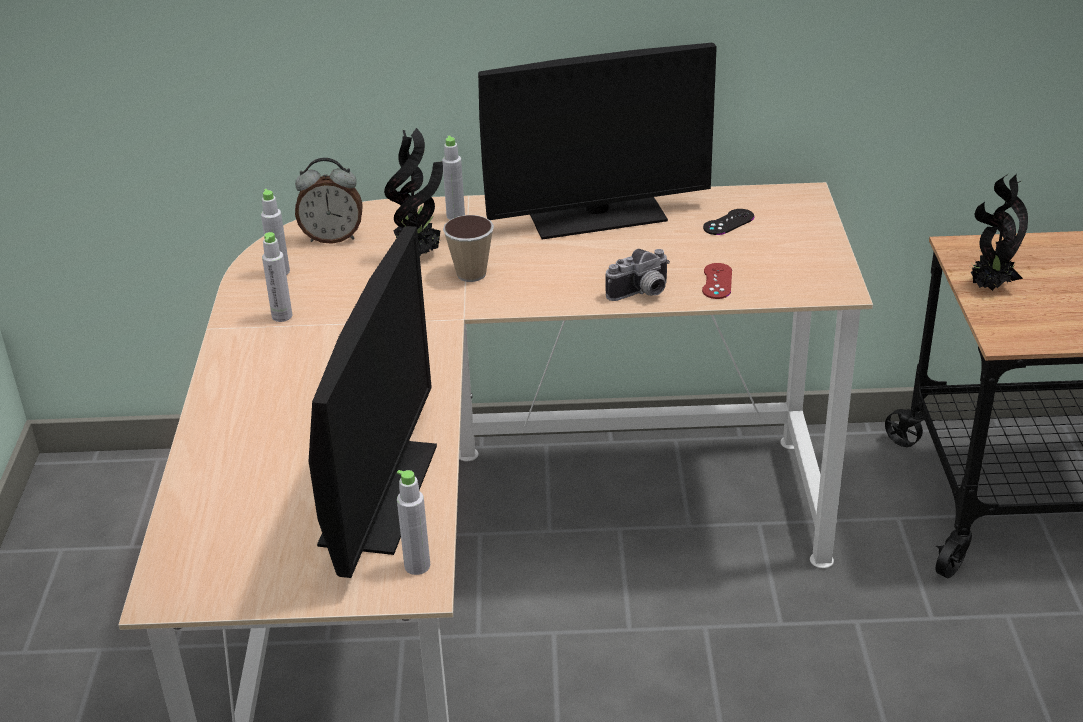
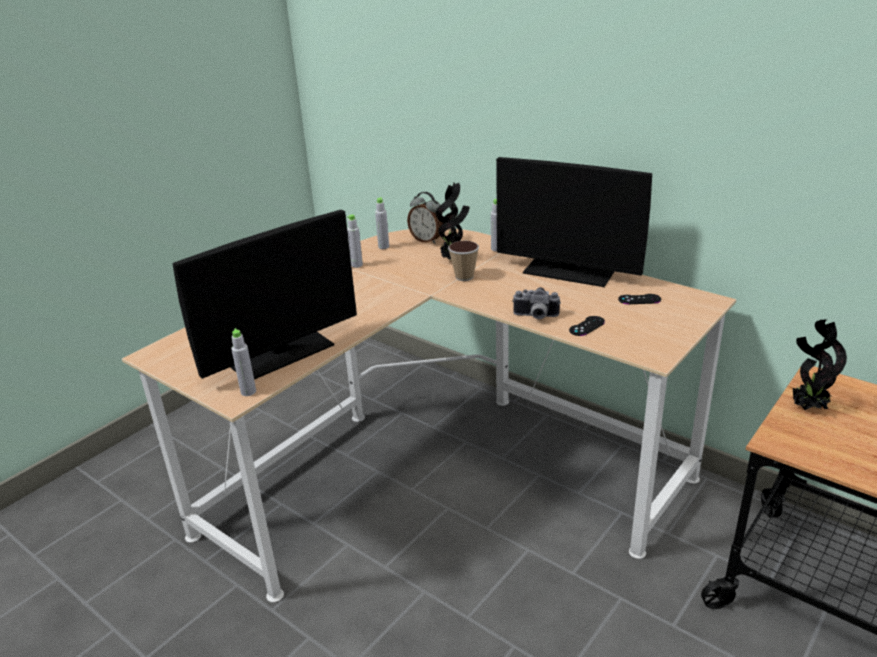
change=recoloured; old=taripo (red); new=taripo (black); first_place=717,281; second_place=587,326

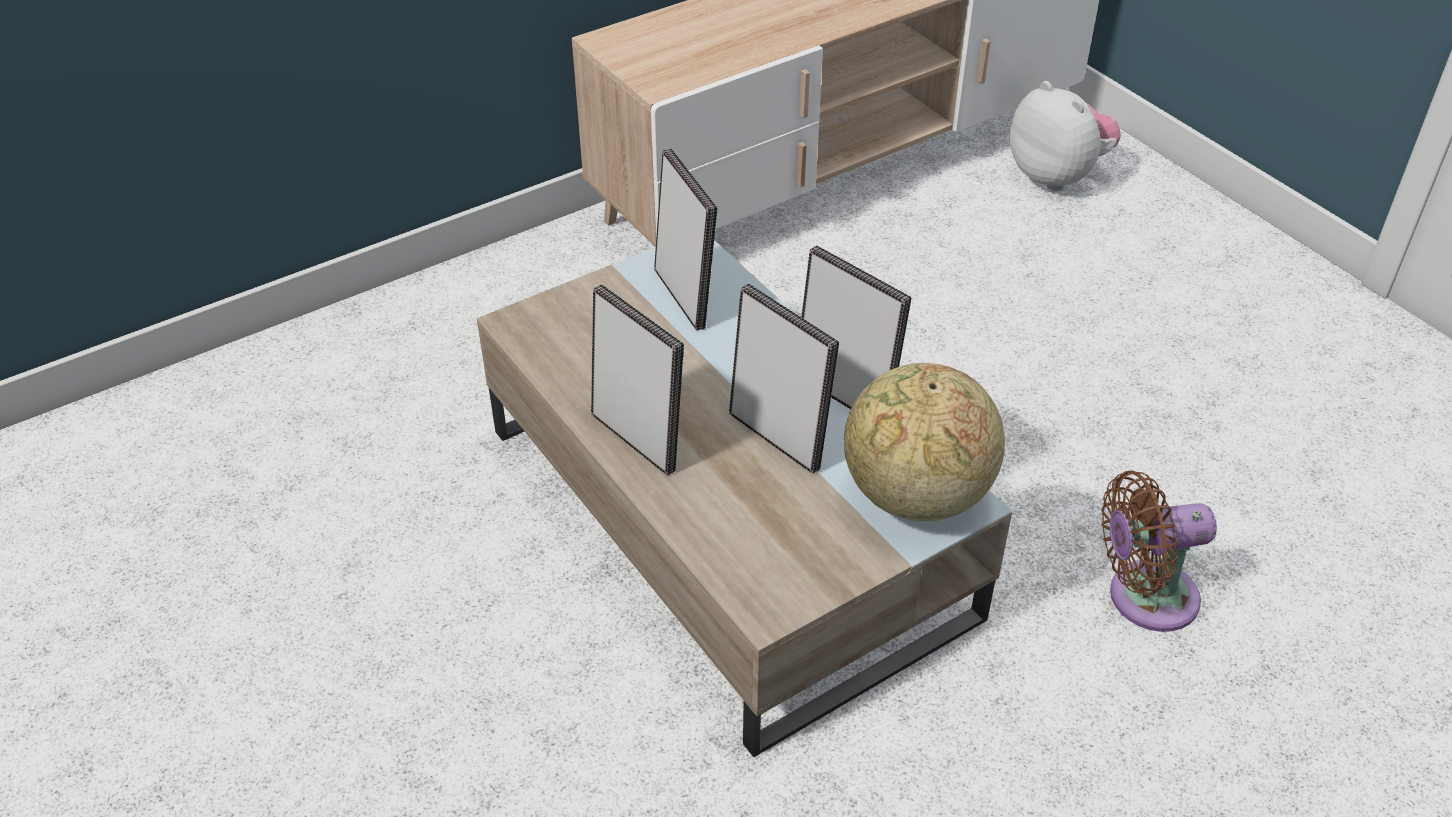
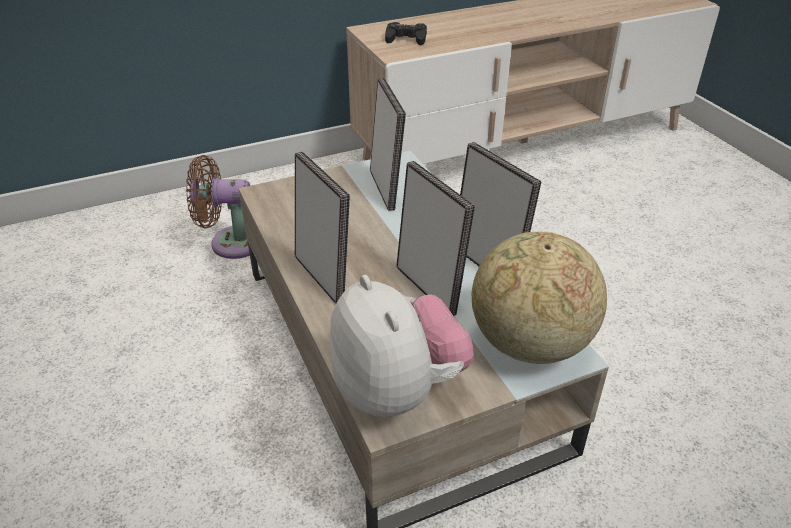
change=moved; old=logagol; first_place=1065,136; second_place=402,346
change=moved; old=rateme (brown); first_place=1159,551; second_place=218,207
change=added; new=taripo (black); second_place=406,33

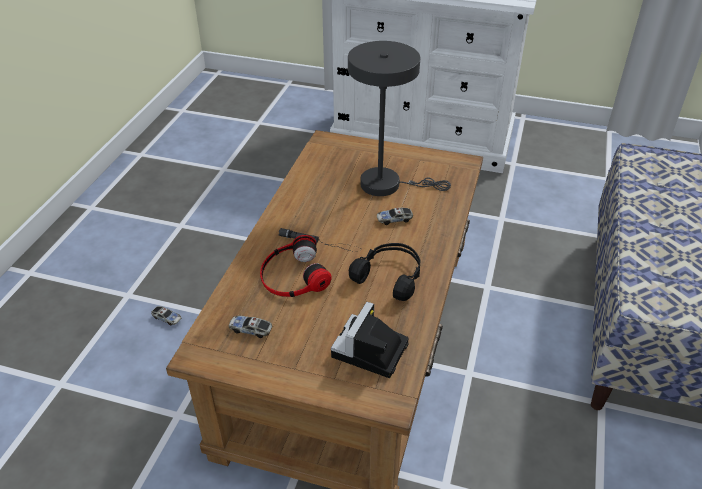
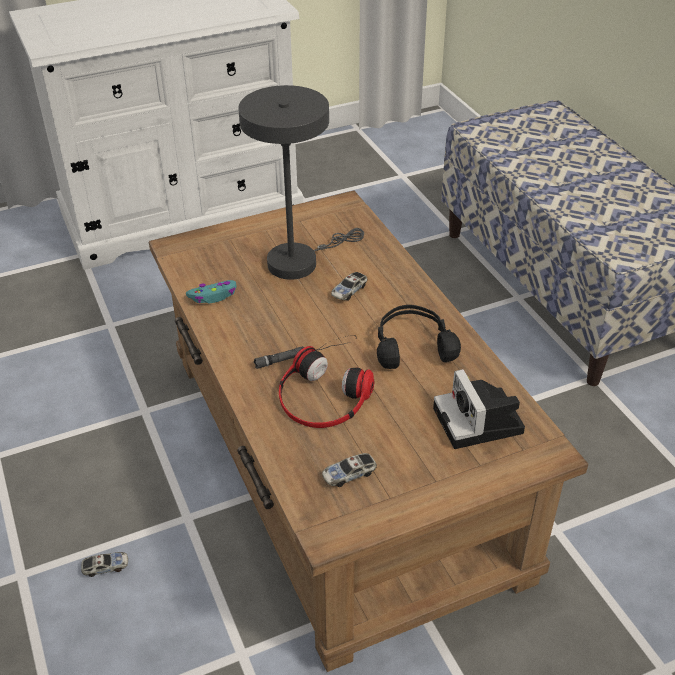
change=added; new=taripo (turquoise); second_place=211,291

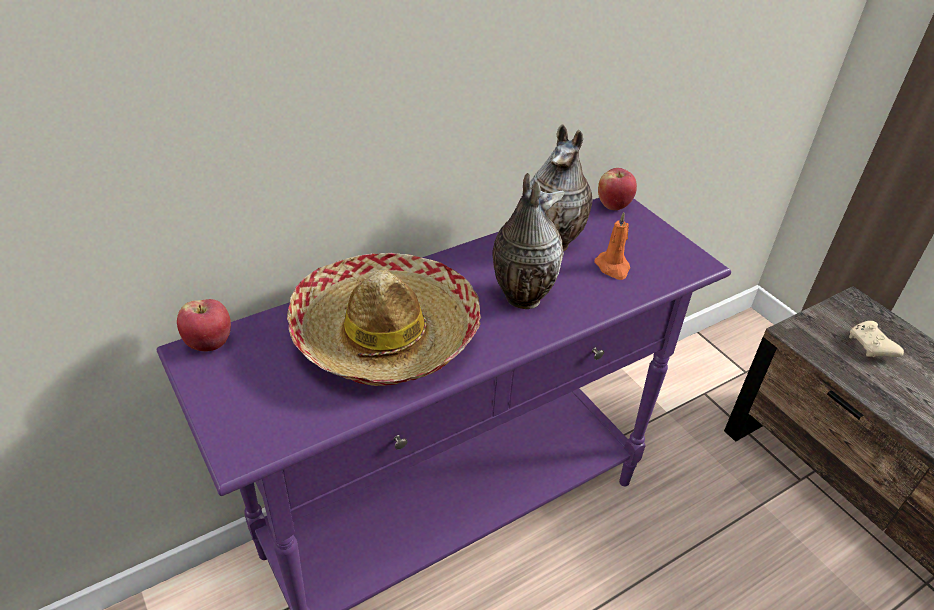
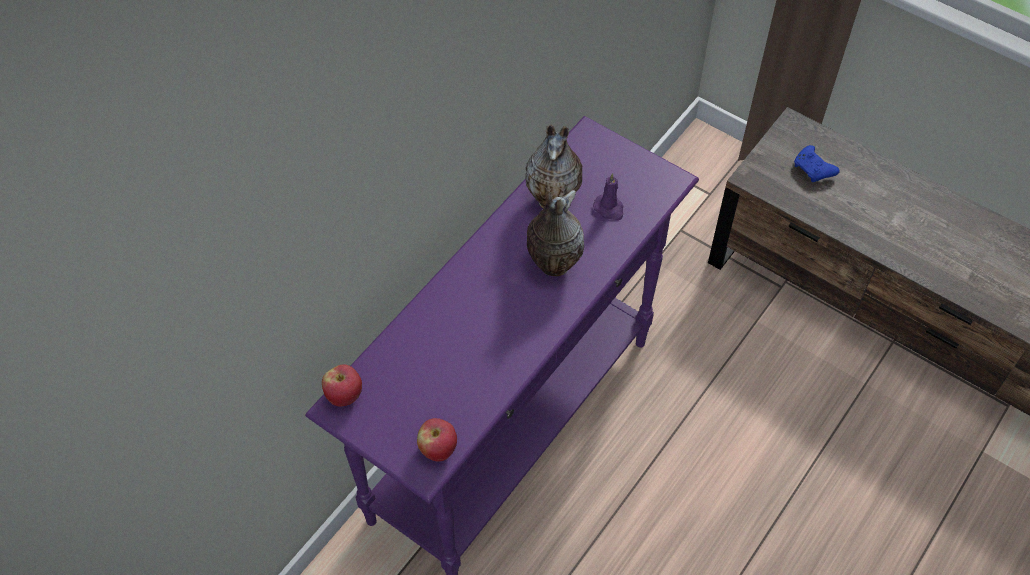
change=removed; old=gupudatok; first_place=384,319
change=recoloured; old=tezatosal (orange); new=tezatosal (purple); first_place=612,246; second_place=608,196
change=moved; old=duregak; first_place=617,189; second_place=437,439
change=recoloured; old=taripo (beige); new=taripo (blue); first_place=876,339; second_place=817,163

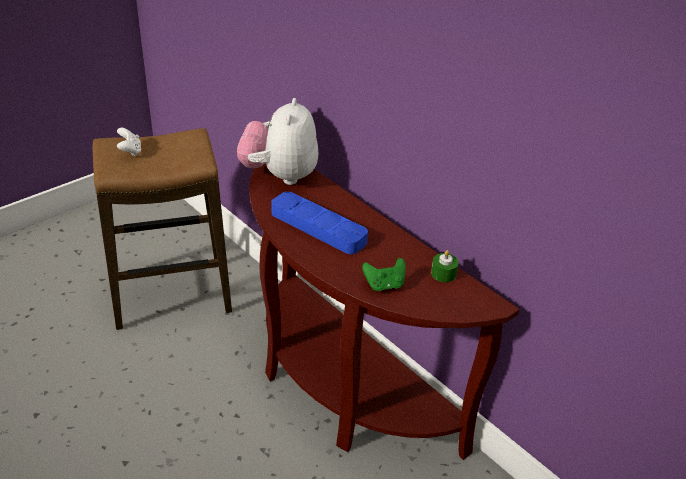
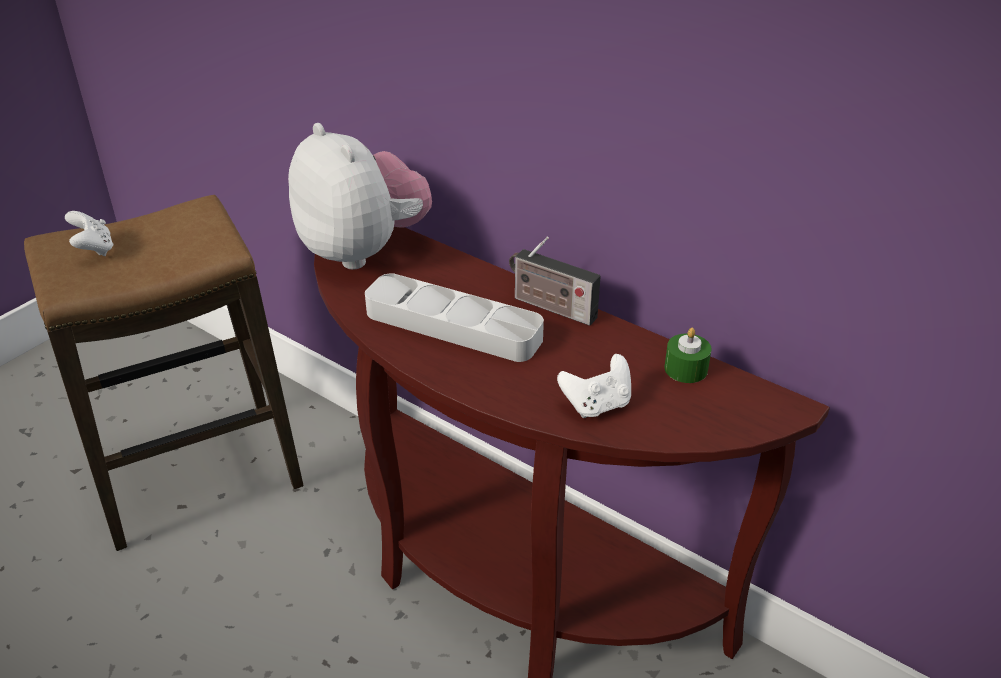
change=turned; old=logagol; first_place=277,141; second_place=360,196; degrees=150
change=recoloured; old=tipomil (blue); new=tipomil (grey); first_place=319,223; second_place=454,317
change=recoloured; old=taripo (green); new=taripo (white); first_place=384,274; second_place=594,386
change=added; new=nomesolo; second_place=555,281

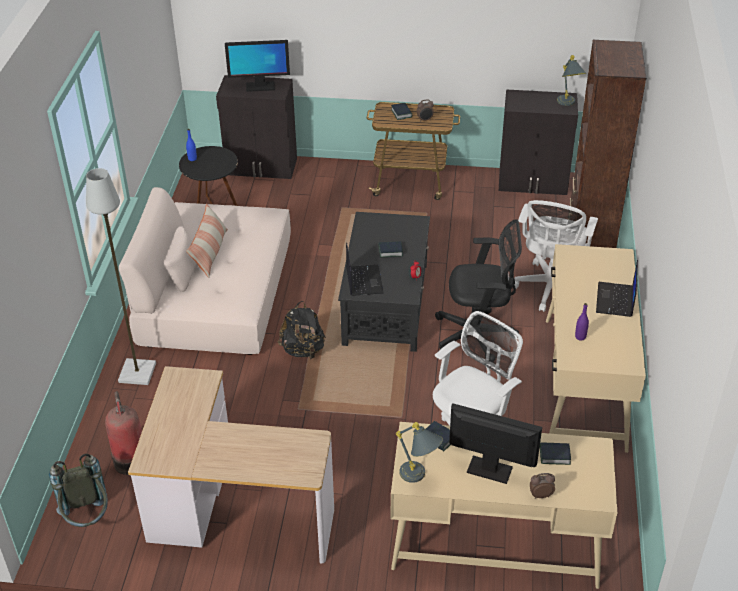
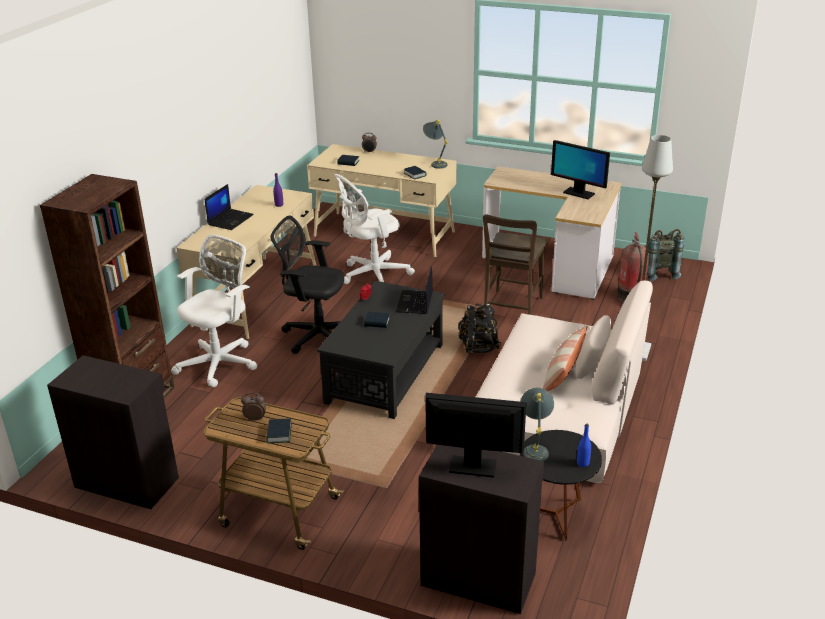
change=moved; old=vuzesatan; first_place=495,443; second_place=580,169
change=moved; old=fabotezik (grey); first_place=571,80; second_place=537,424
change=added; new=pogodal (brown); second_place=515,264

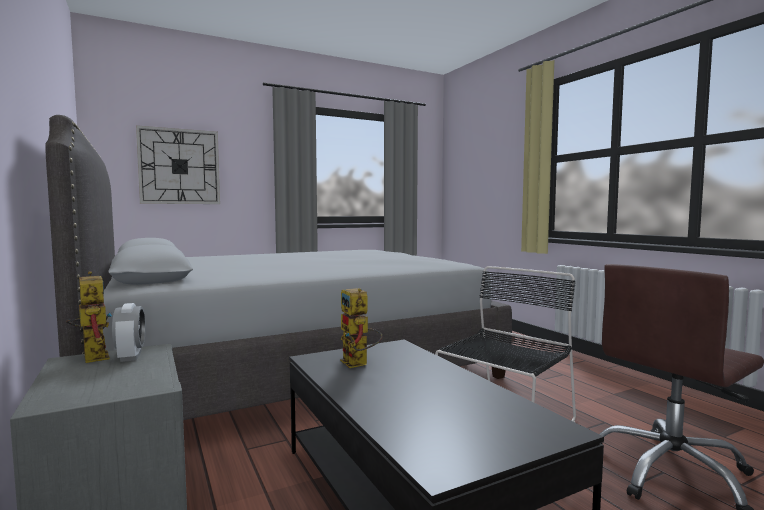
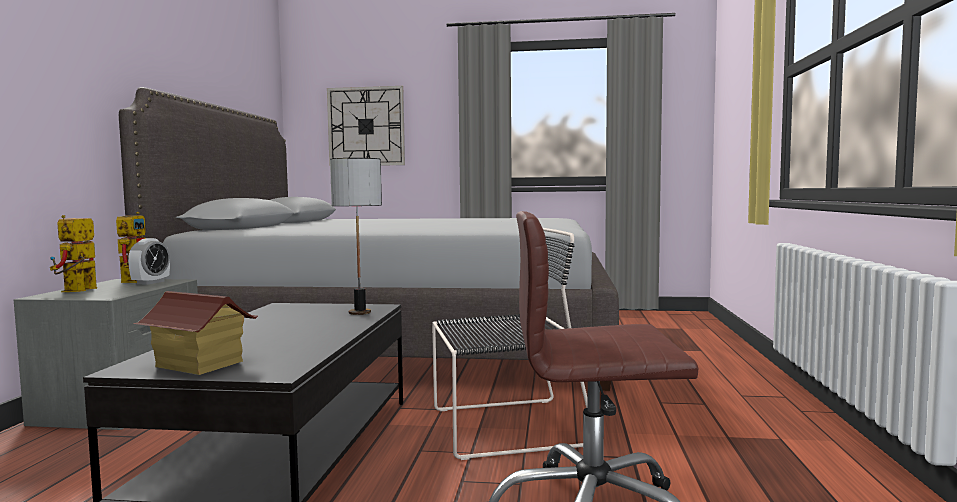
change=moved; old=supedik; first_place=361,328; second_place=73,253
change=added; new=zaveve; second_place=195,333
change=added; new=fabotezik; second_place=356,236

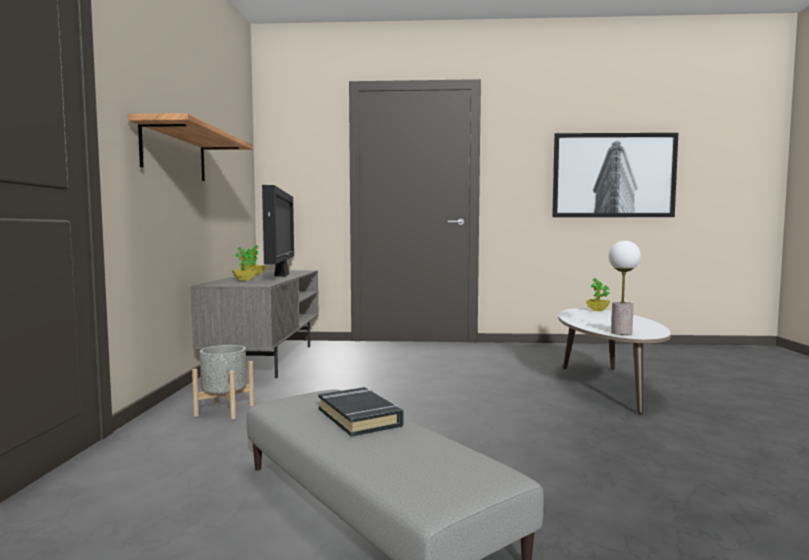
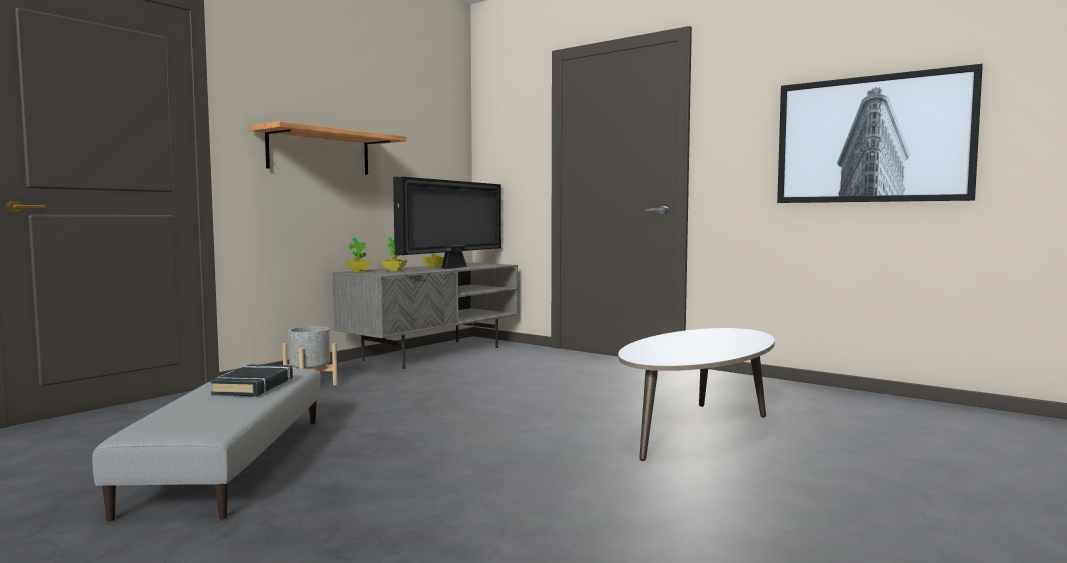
change=moved; old=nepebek; first_place=598,295; second_place=358,255
change=removed; old=fabotezik; first_place=624,288

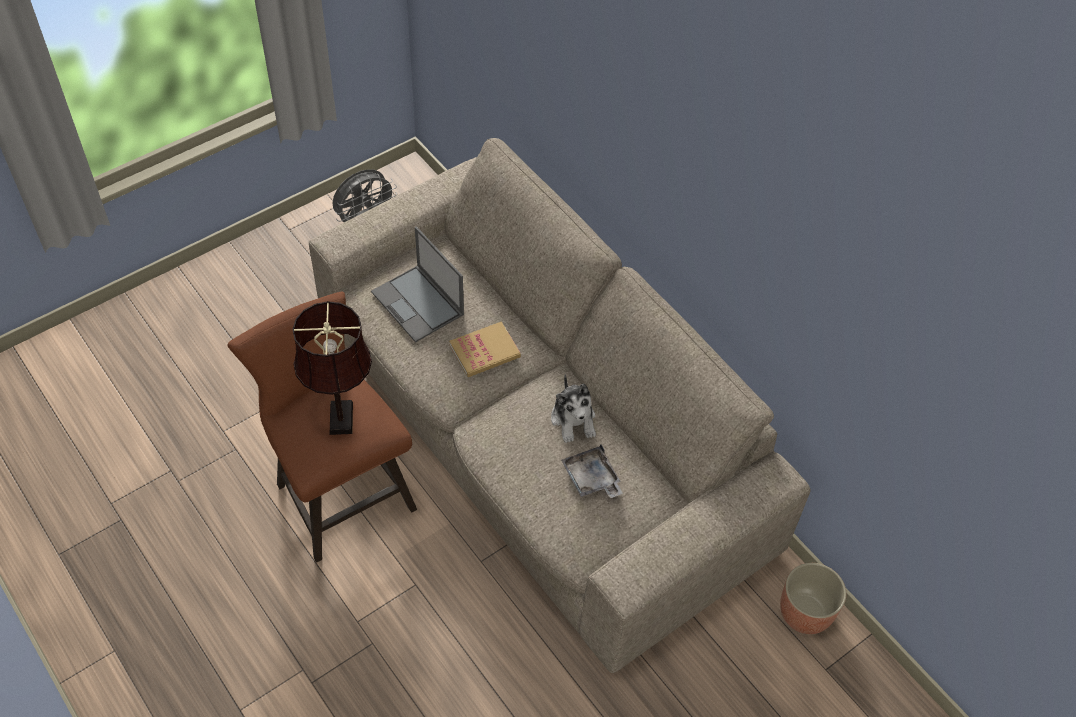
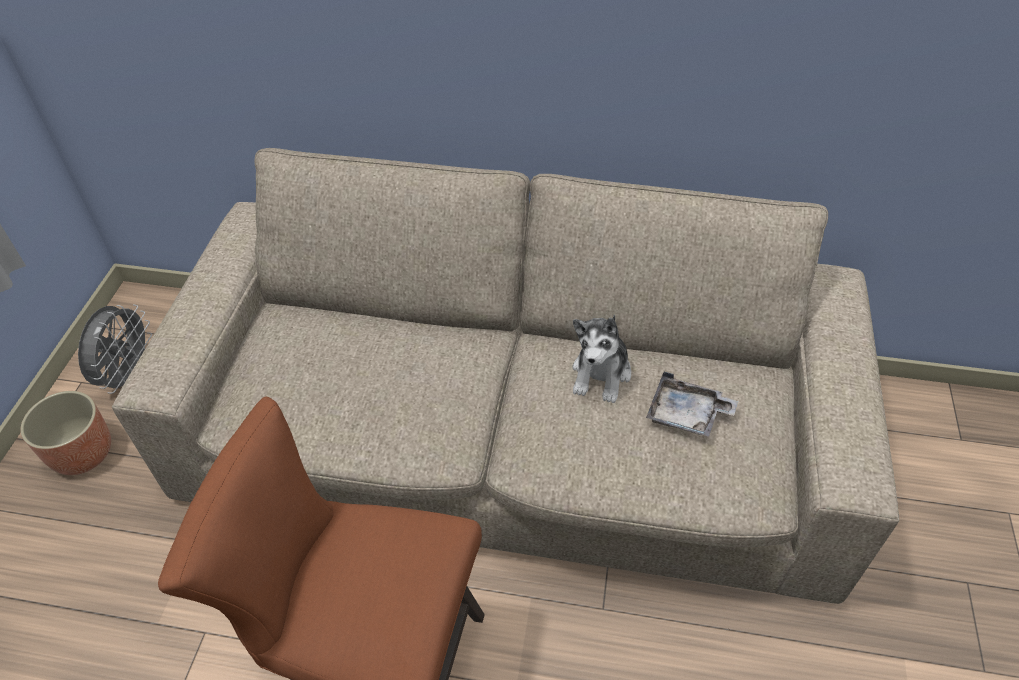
change=removed; old=fabotezik (brown); first_place=332,368
change=removed; old=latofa; first_place=417,284
change=removed; old=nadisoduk; first_place=485,349
change=turned; old=logagol; first_place=573,408; second_place=601,358; degrees=75
change=moved; old=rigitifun; first_place=813,598; second_place=65,433

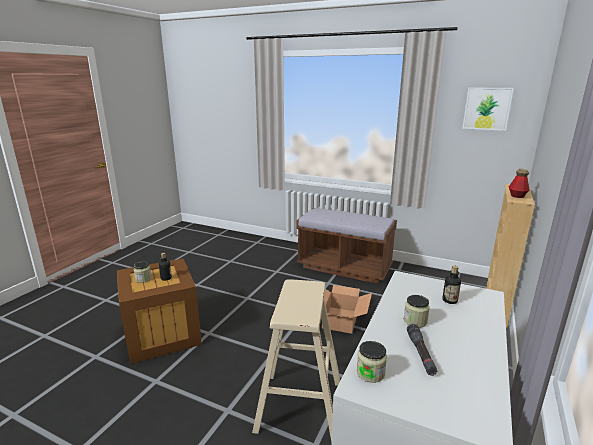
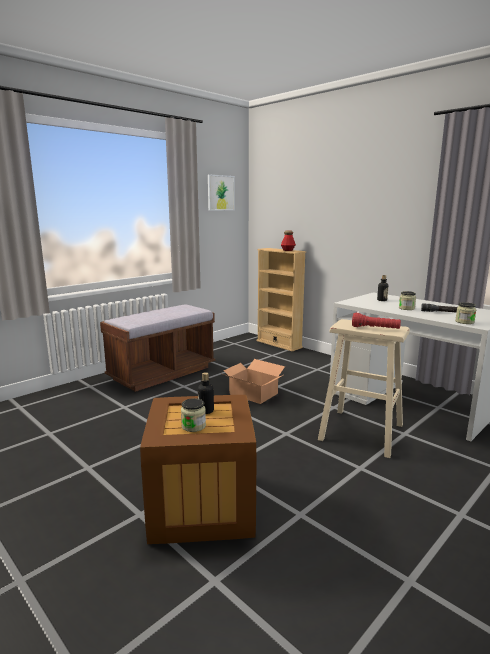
change=added; new=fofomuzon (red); second_place=376,321

